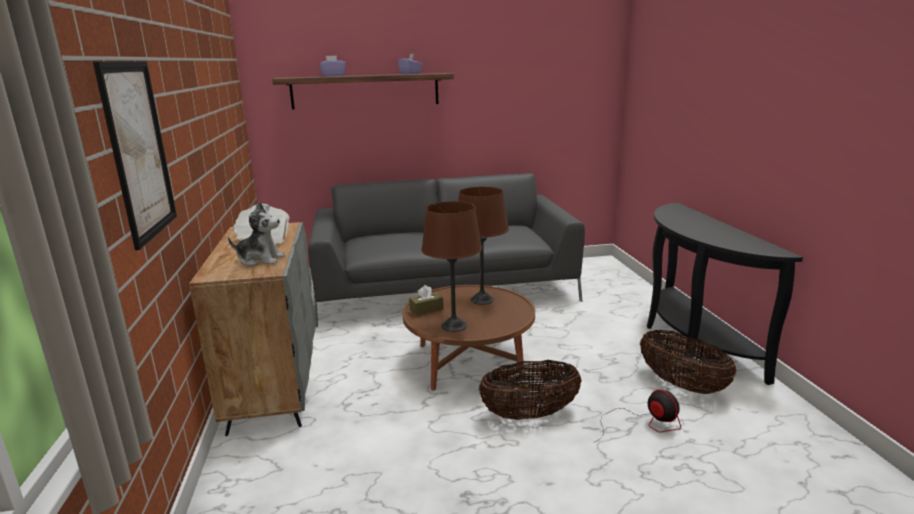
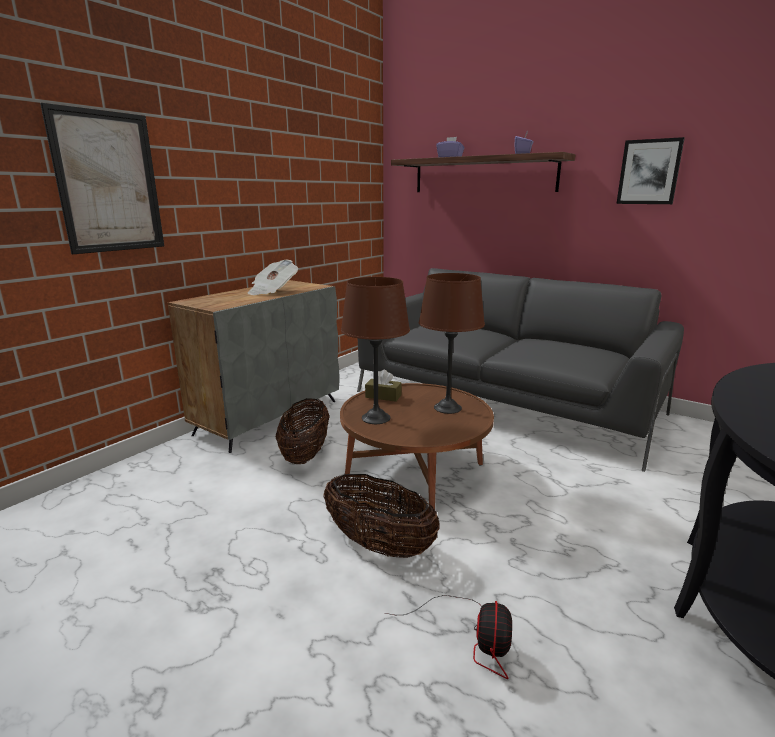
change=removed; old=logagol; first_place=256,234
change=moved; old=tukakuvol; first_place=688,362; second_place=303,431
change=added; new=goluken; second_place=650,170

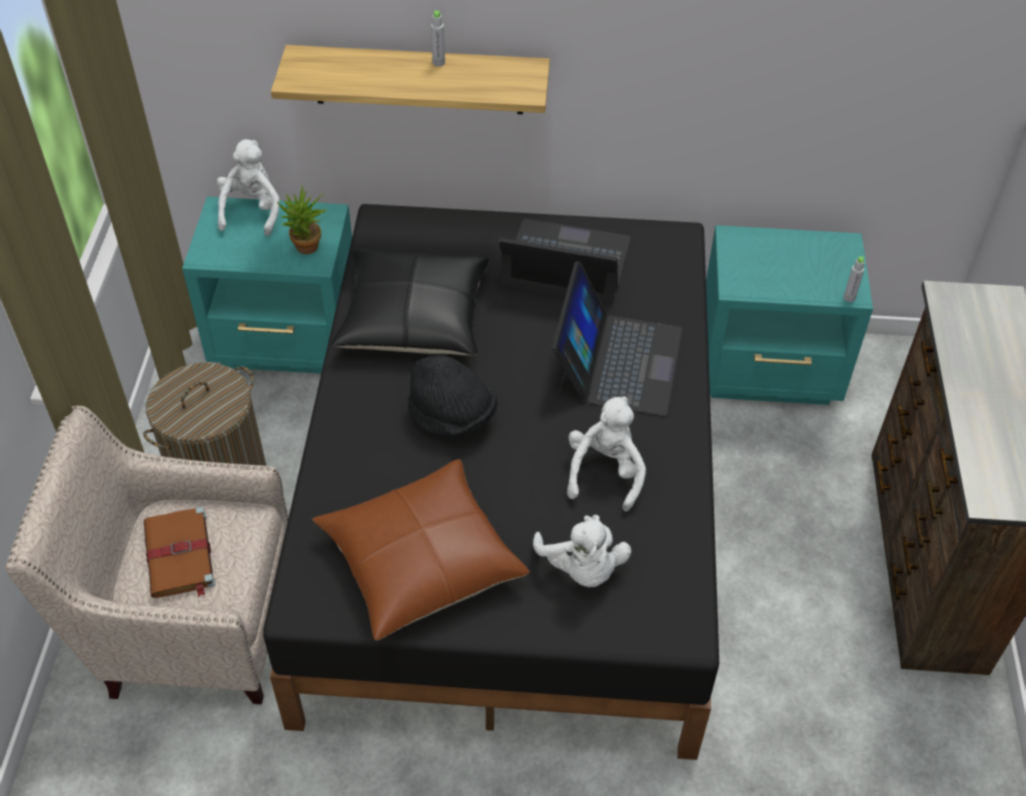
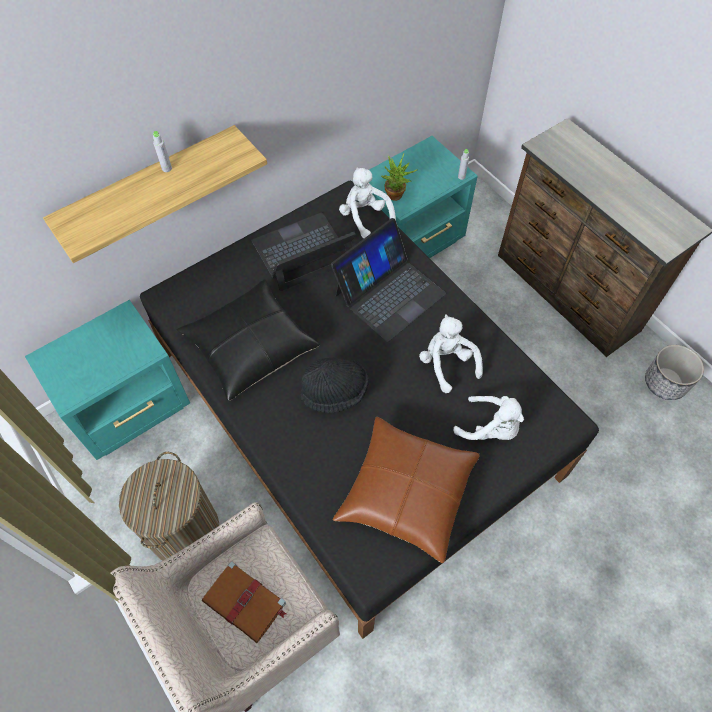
change=moved; old=logagol (white); first_place=248,187; second_place=367,202
change=moved; old=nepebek; first_place=302,219; second_place=399,177
change=turned; old=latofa; first_place=617,338; second_place=388,280; degrees=75
change=added; new=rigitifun; second_place=674,372

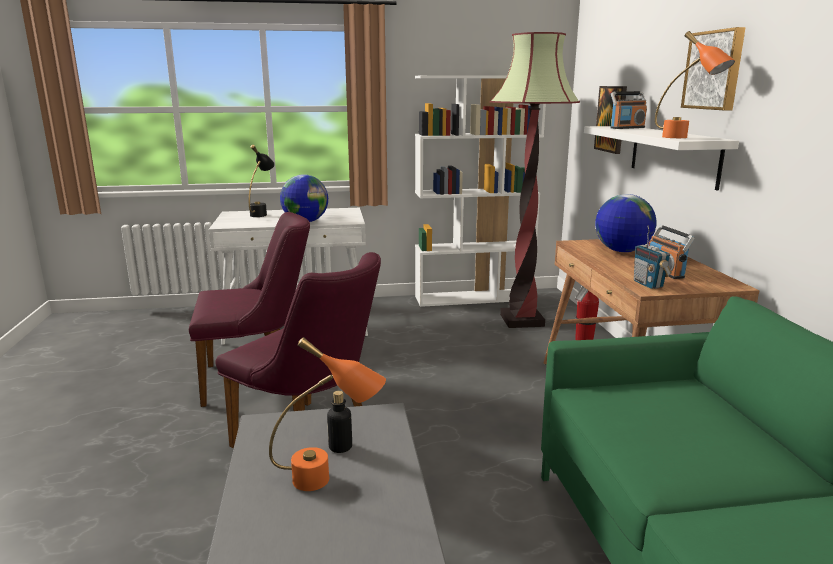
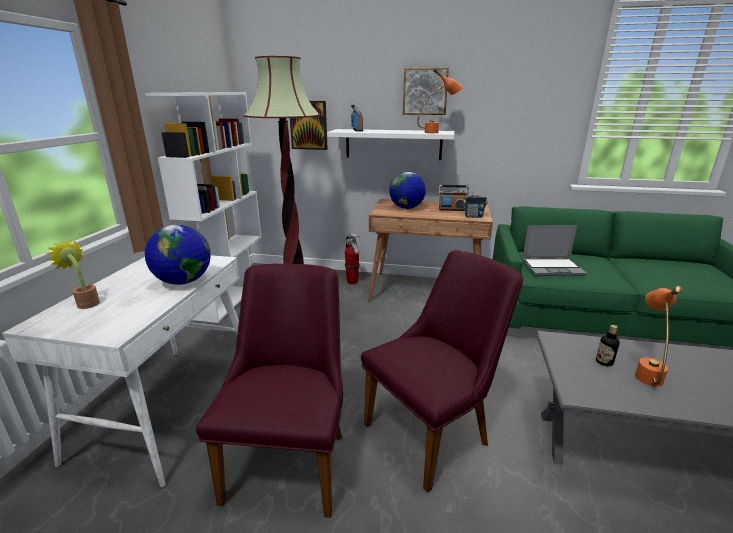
change=replaced; old=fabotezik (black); new=nepebek; first_place=262,181; second_place=73,274
change=added; new=latofa; second_place=554,250

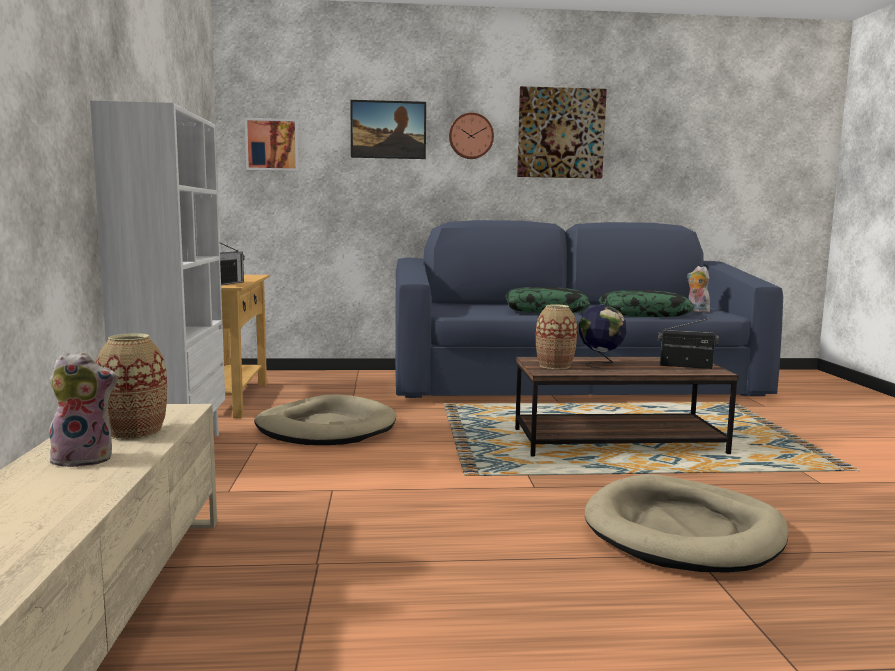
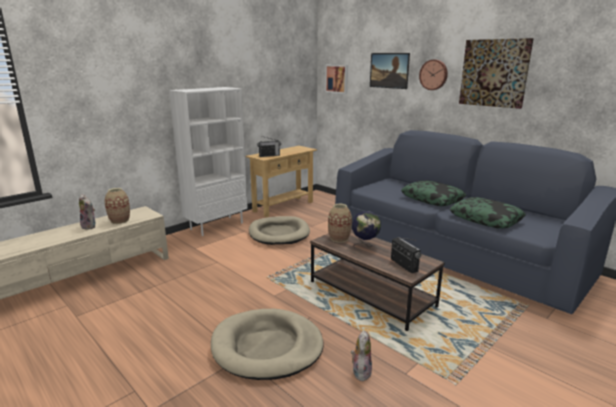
change=moved; old=logagol; first_place=698,289; second_place=361,355

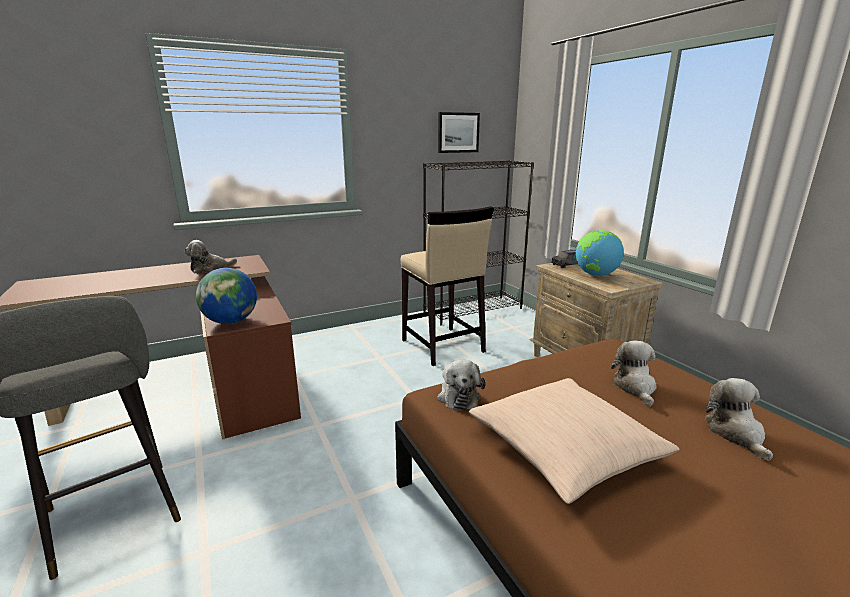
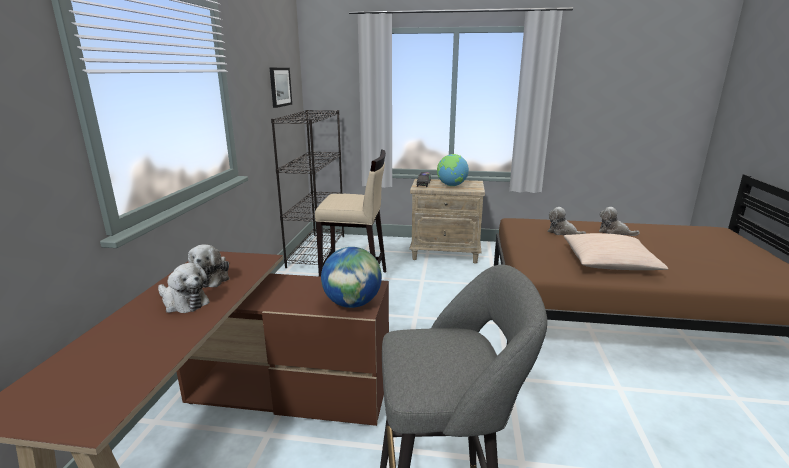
change=moved; old=logagol; first_place=461,385; second_place=184,288

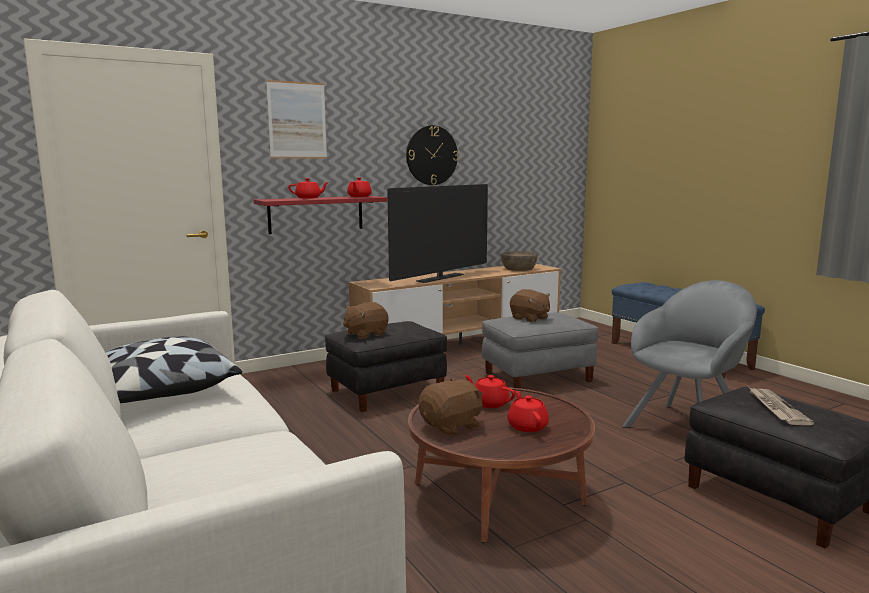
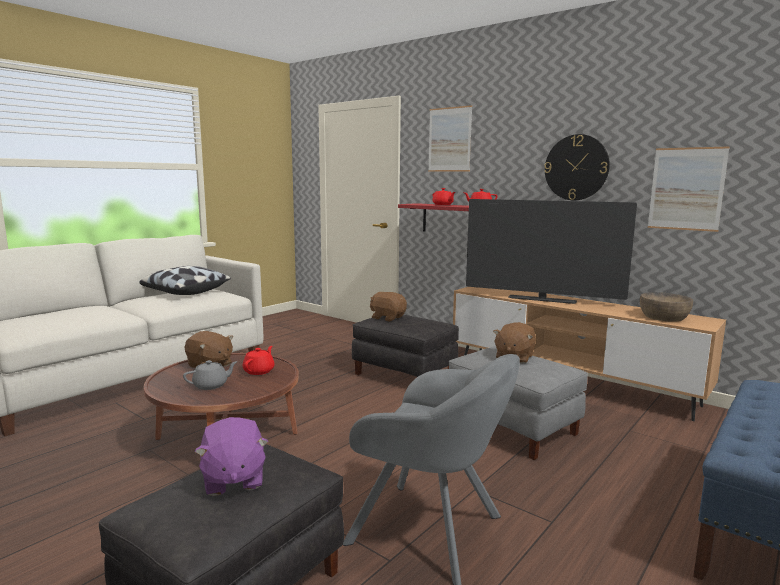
change=recoloured; old=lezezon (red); new=lezezon (grey); first_place=528,411; second_place=210,375
change=replaced; old=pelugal; new=logagol (purple); first_place=781,406; second_place=231,456
change=added; new=goluken; second_place=689,189

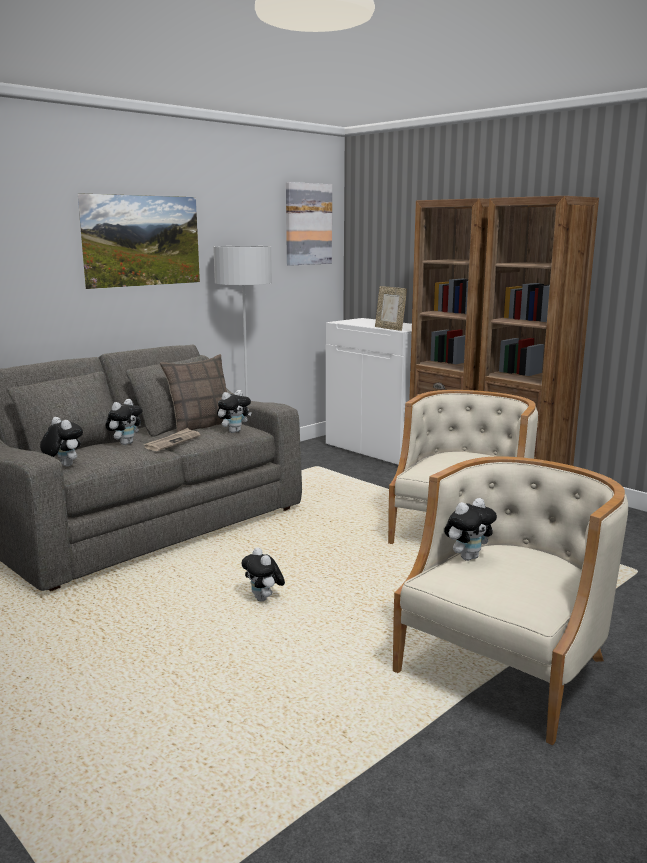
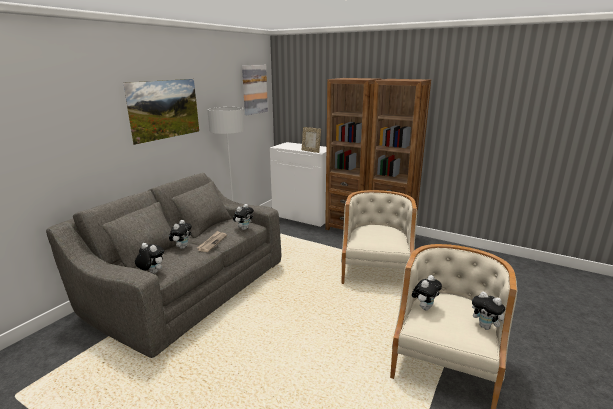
change=removed; old=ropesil; first_place=193,393
change=moved; old=logagol; first_place=263,574; second_place=488,310

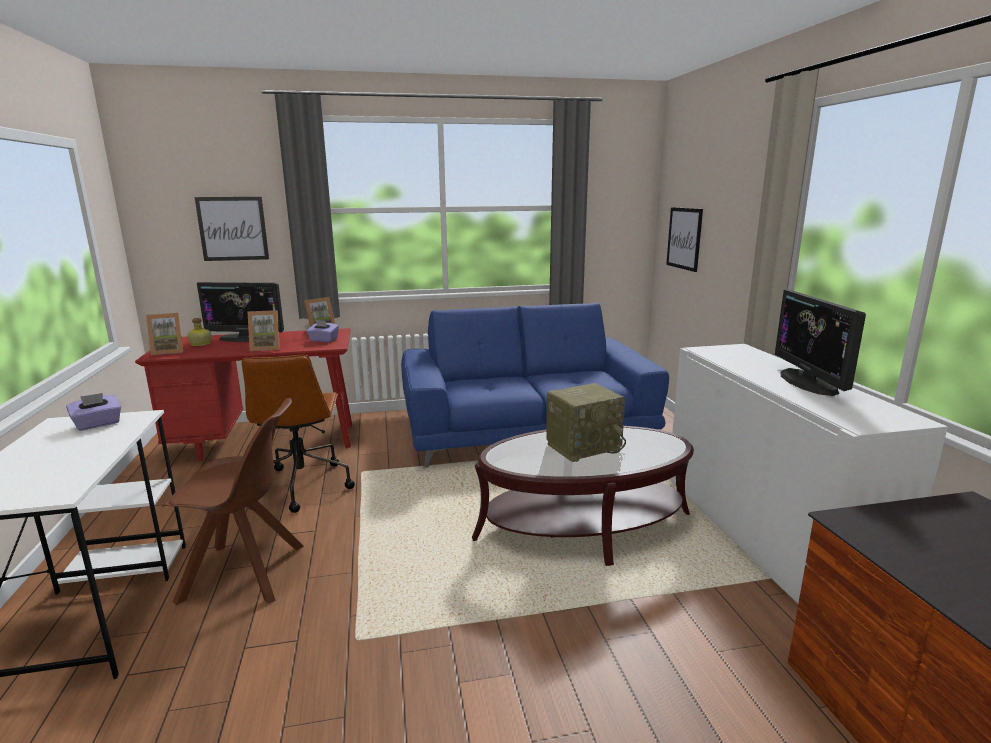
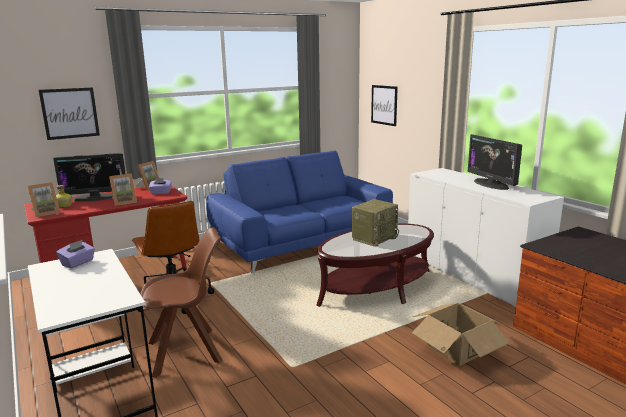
change=added; new=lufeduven; second_place=461,334

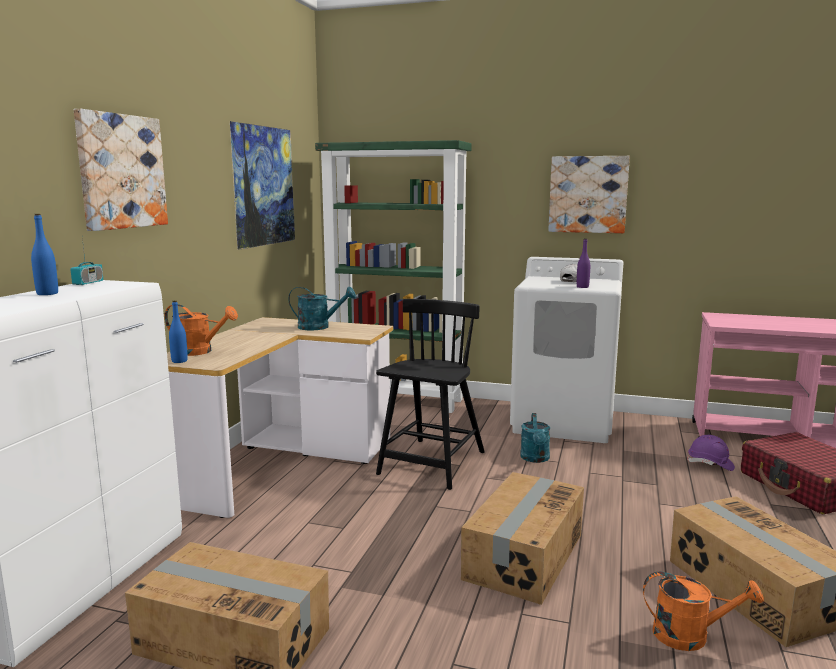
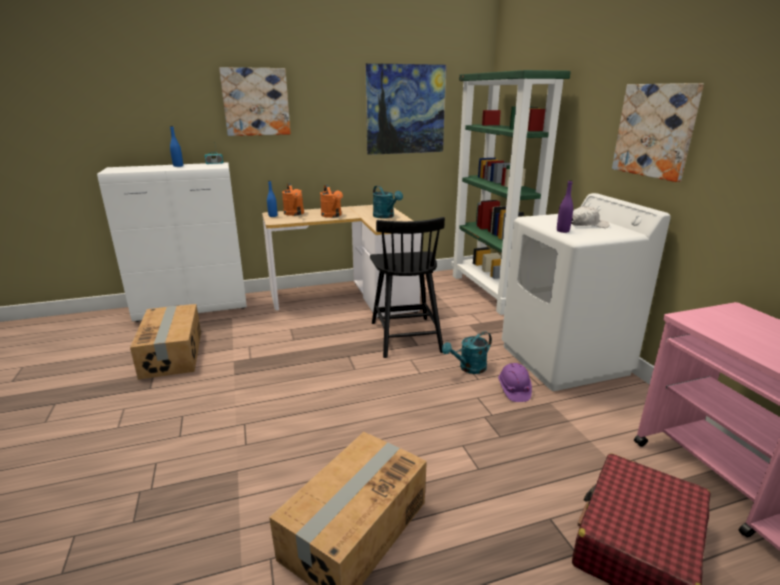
change=turned; old=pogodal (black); first_place=430,394; second_place=407,287; degrees=90
change=removed; old=lufeduven; first_place=522,538
change=moved; old=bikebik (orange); first_place=703,611; second_place=331,201
change=moved; old=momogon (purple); first_place=711,453; second_place=515,382

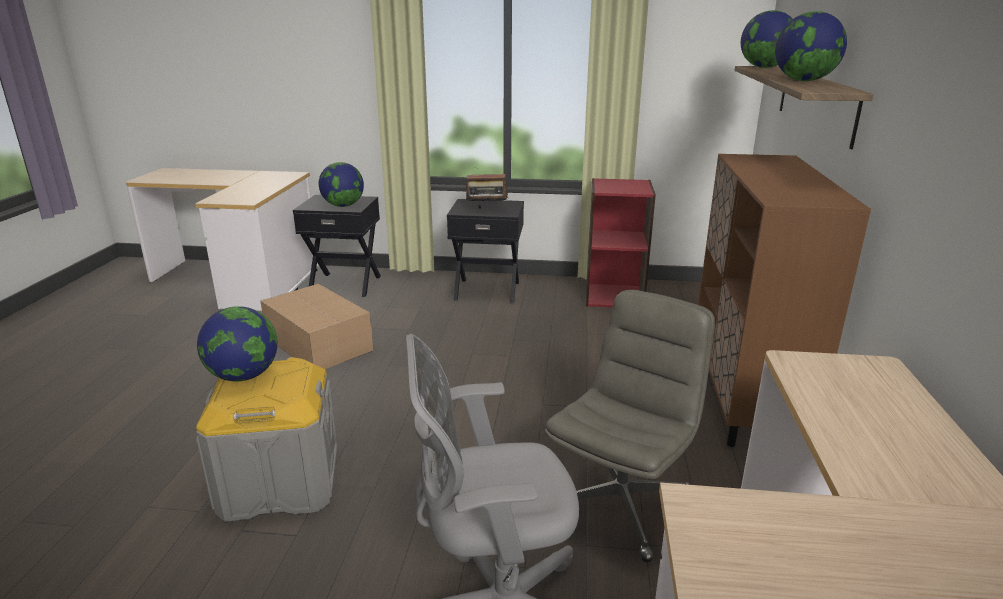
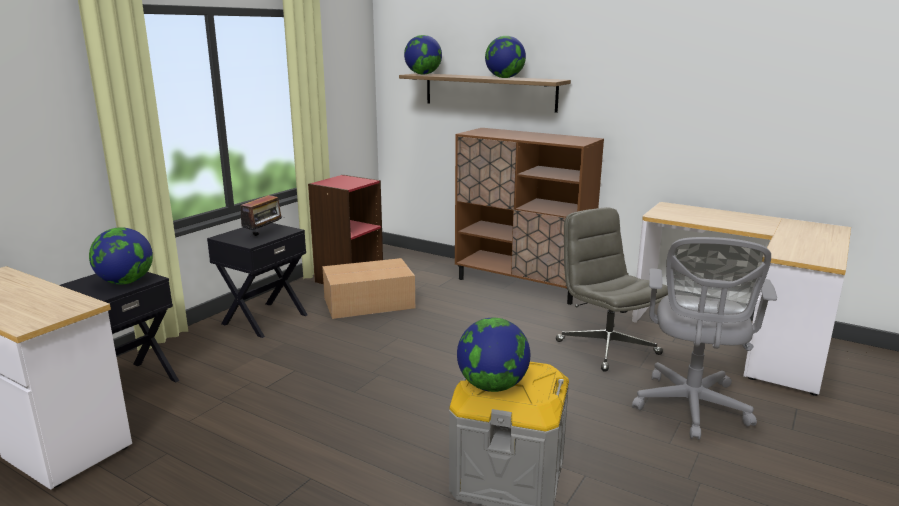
change=moved; old=lufeduven; first_place=317,326; second_place=368,288

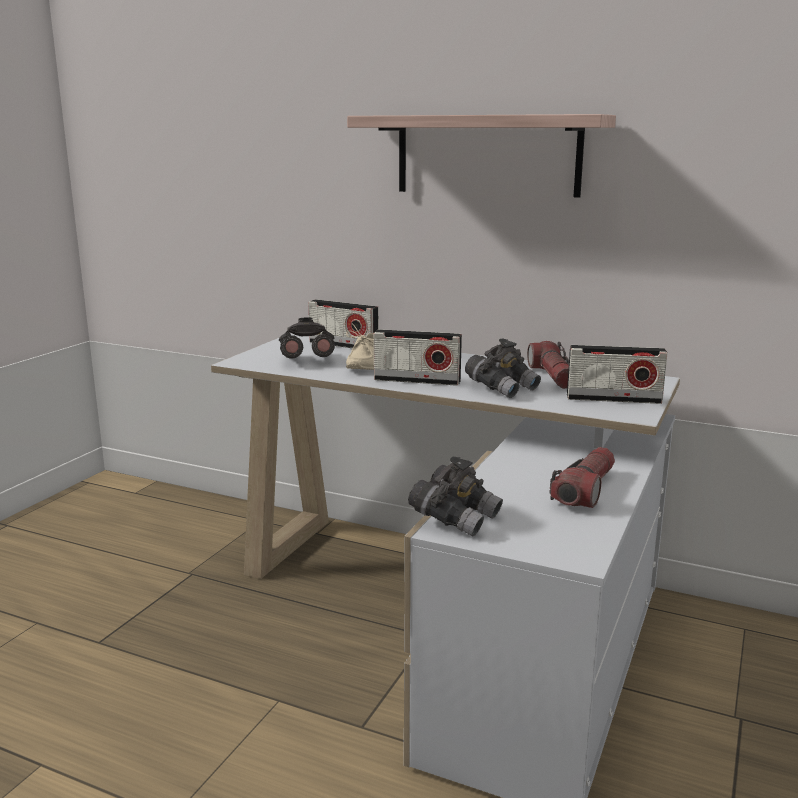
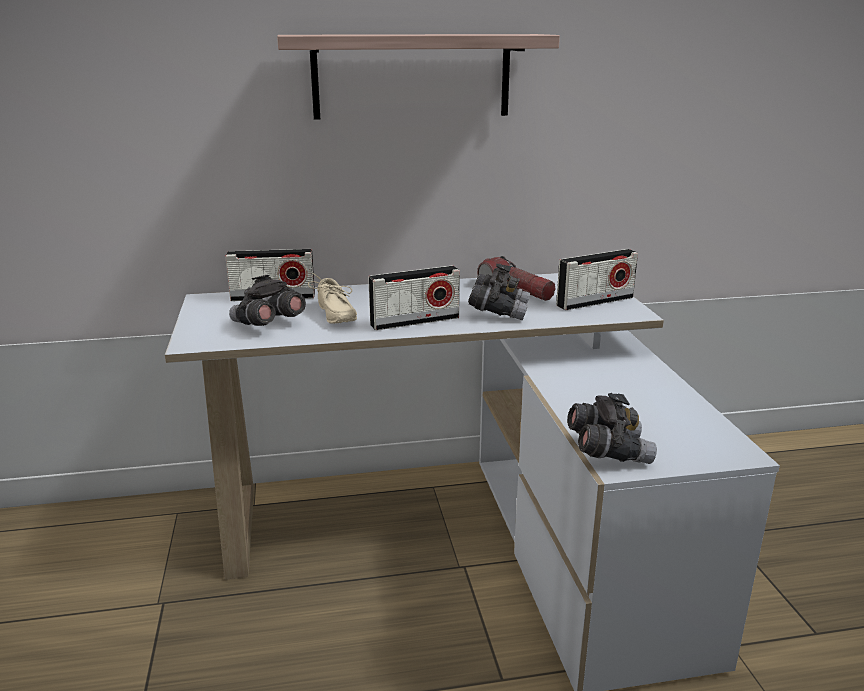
change=removed; old=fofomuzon; first_place=582,477

